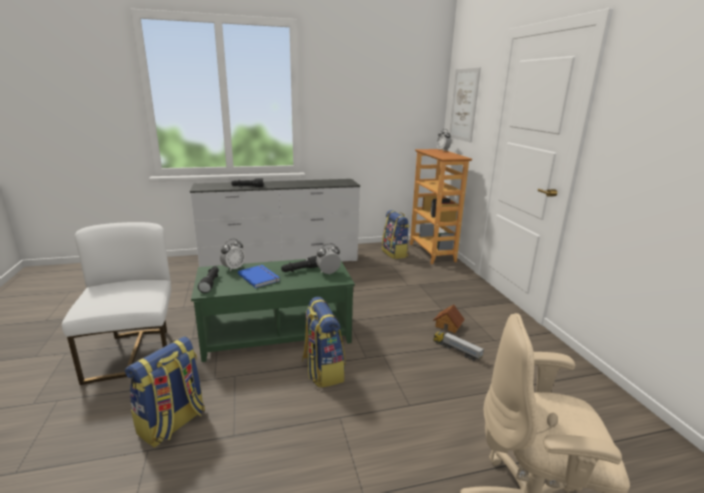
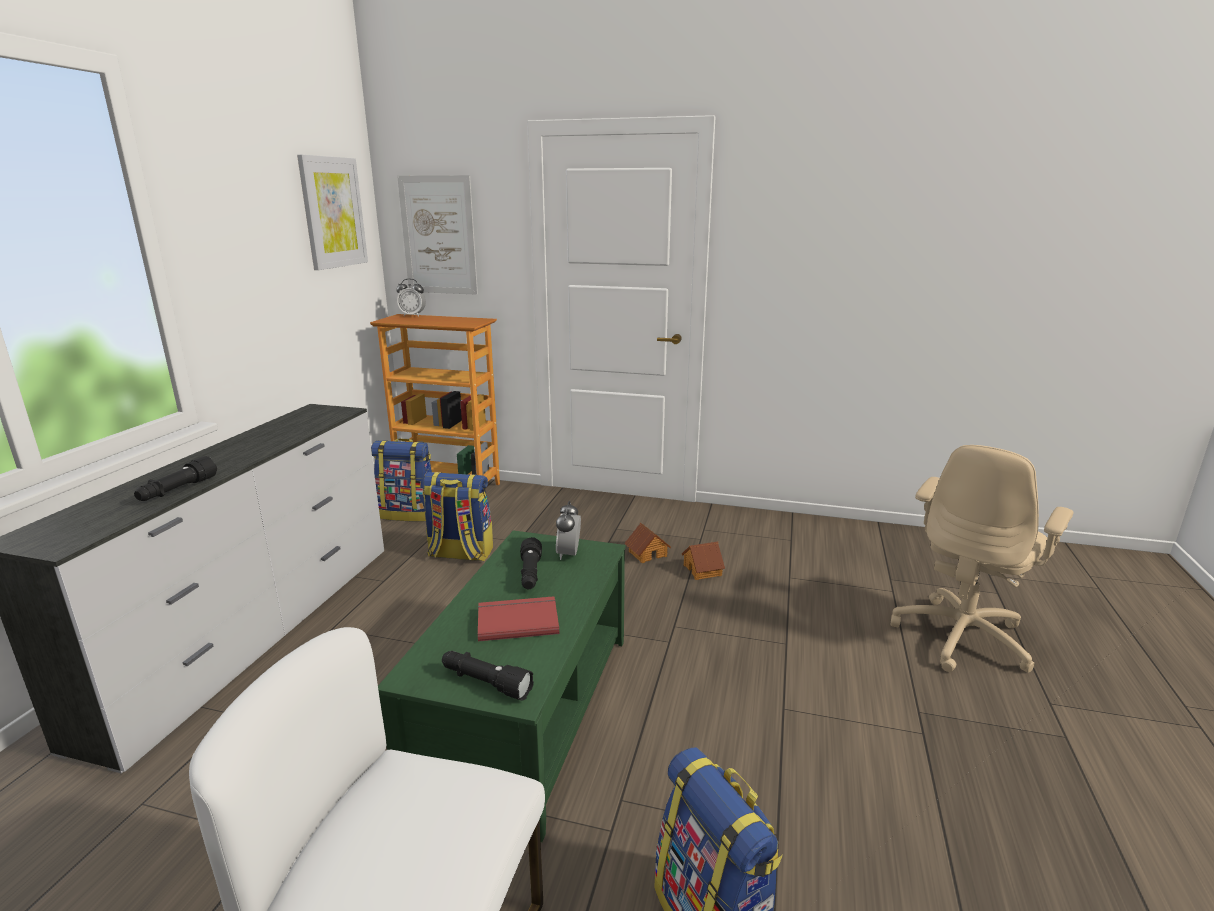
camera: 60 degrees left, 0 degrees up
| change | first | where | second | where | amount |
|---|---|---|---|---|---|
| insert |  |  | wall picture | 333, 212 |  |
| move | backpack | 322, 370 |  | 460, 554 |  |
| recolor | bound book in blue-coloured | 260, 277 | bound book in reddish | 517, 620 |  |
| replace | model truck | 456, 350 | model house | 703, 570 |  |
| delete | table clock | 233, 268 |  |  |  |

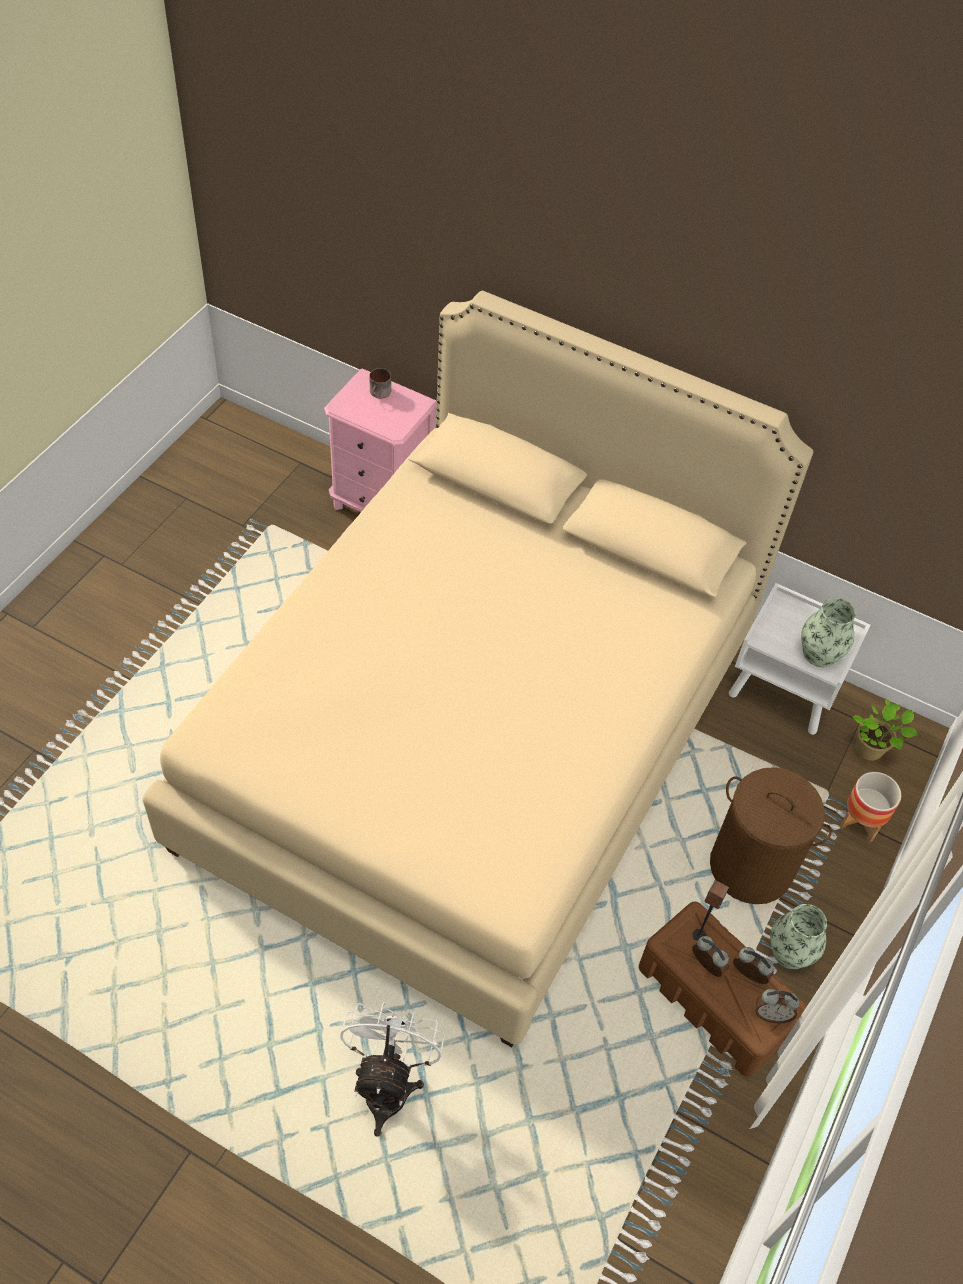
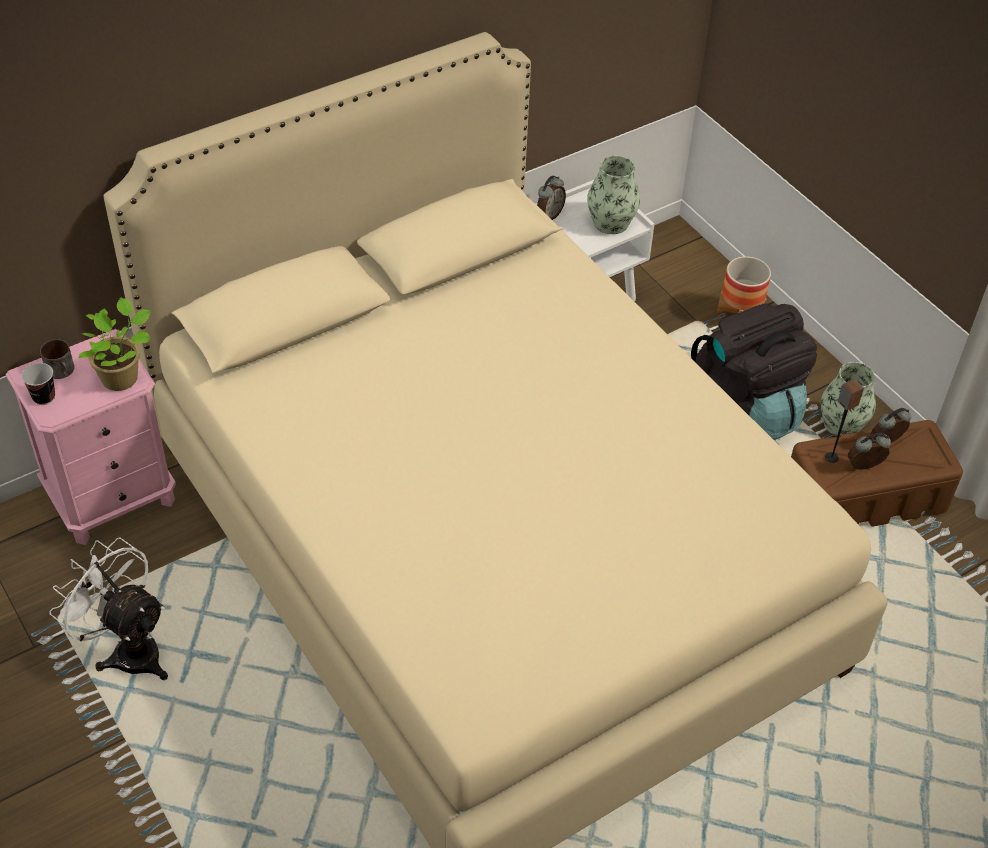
camera: 60 degrees left, 5 degrees down
| change | first | where | second | where | amount |
|---|---|---|---|---|---|
| insert |  |  | small cup | 44, 397 |  |
| move | fan in white | 388, 1084 |  | 128, 650 |  |
| move | houseplant | 871, 750 |  | 123, 378 |  |
| move | table clock | 771, 1014 |  | 549, 215 |  |
| replace | hamper in brown | 751, 867 | backpack in black-coloured | 746, 409 |  |

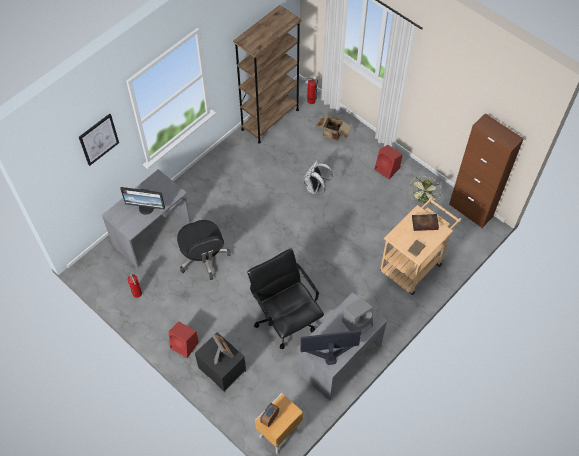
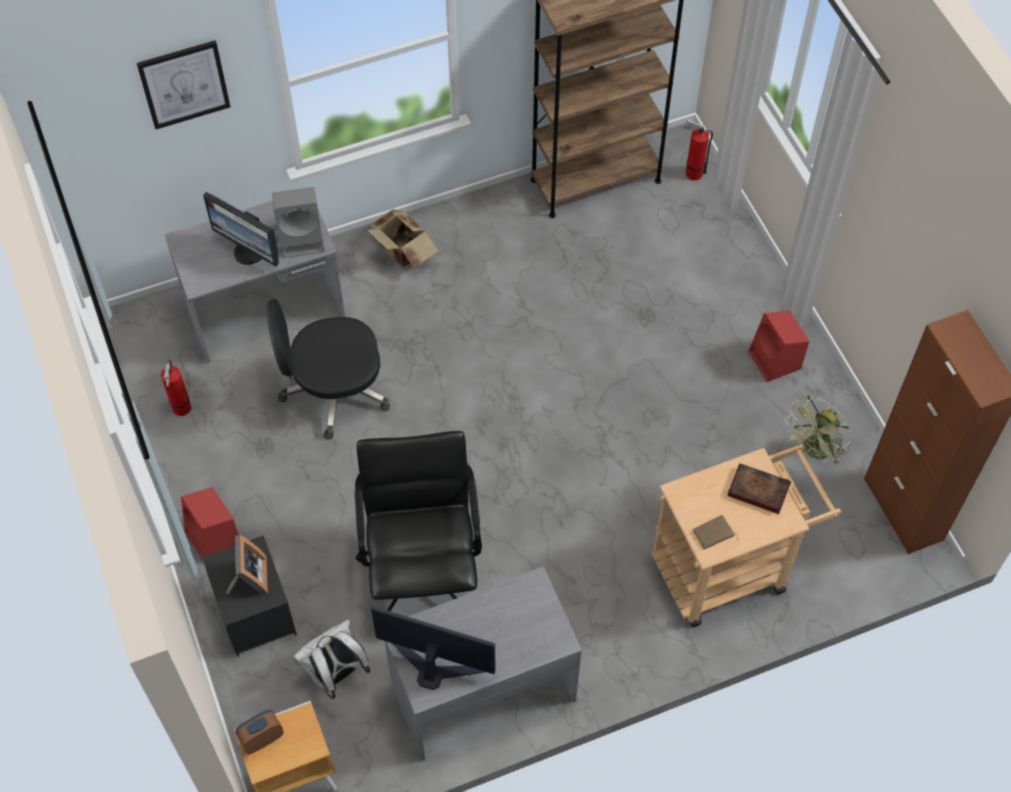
camera: 25 degrees right, 0 degrees up
| change | first | where | second | where | amount |
|---|---|---|---|---|---|
| rotate | office chair in black-coloured | 203, 257 |  | 333, 391 | 75 degrees clockwise |
| move | loudspeaker in gray | 357, 323 |  | 302, 238 |  |
| move | backpack in white | 315, 188 |  | 336, 674 |  |
| move | cardboard box | 332, 135 |  | 402, 253 |  |

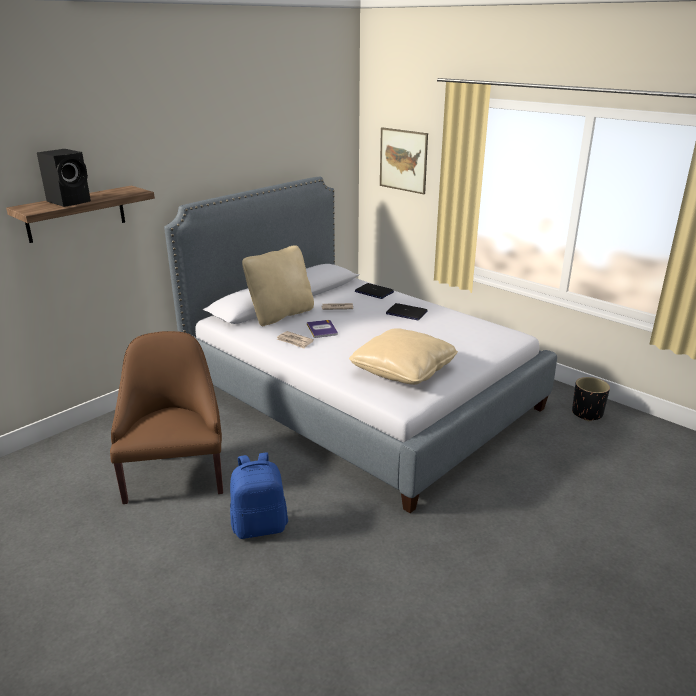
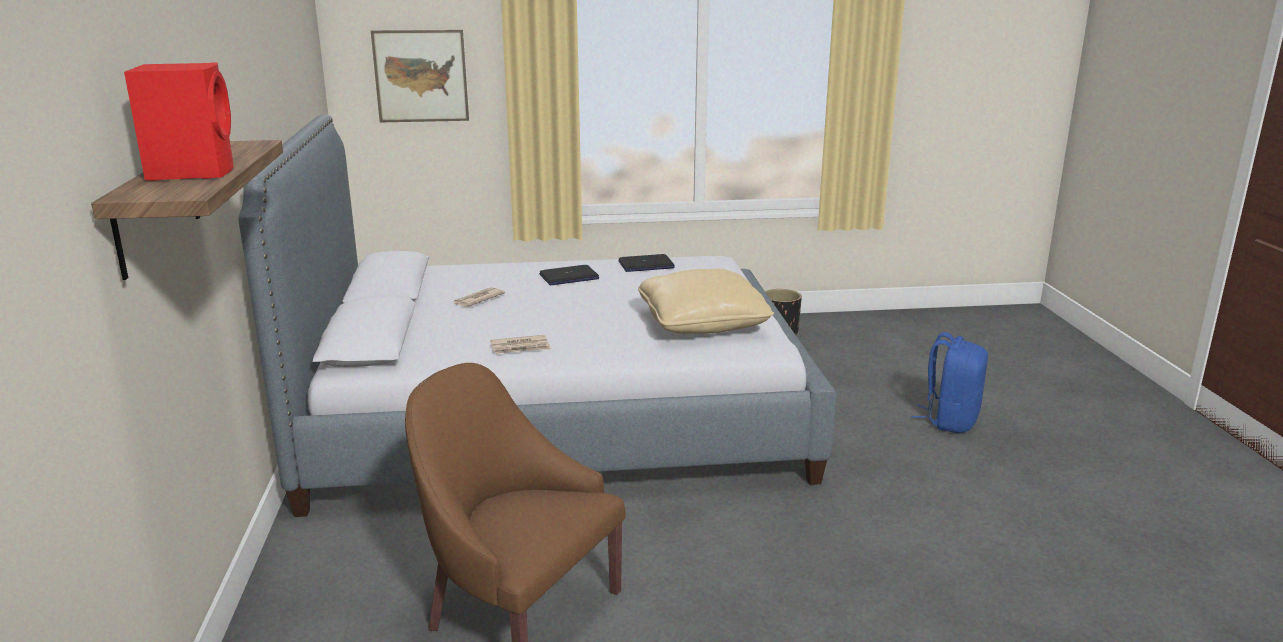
camera: 50 degrees left, 5 degrees down
| change | first | where | second | where | amount |
|---|---|---|---|---|---|
| recolor | loudspeaker in black-coloured | 70, 201 | loudspeaker in reddish | 193, 172 |  |
| move | laptop | 374, 292 |  | 646, 265 |  |
| move | backpack in blue-coloured | 260, 526 |  | 950, 420 |  |
| delete | pillow in sand-coloured | 281, 315 |  |  |  |
| delete | bound book | 322, 329 |  |  |  |

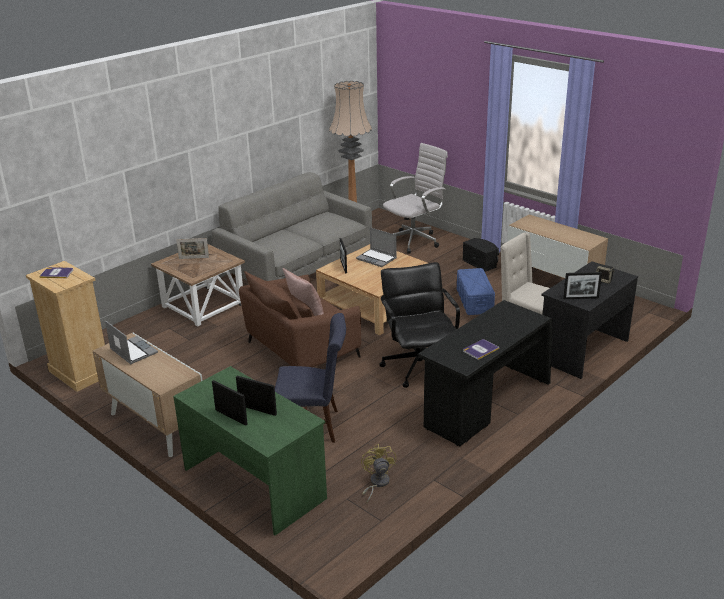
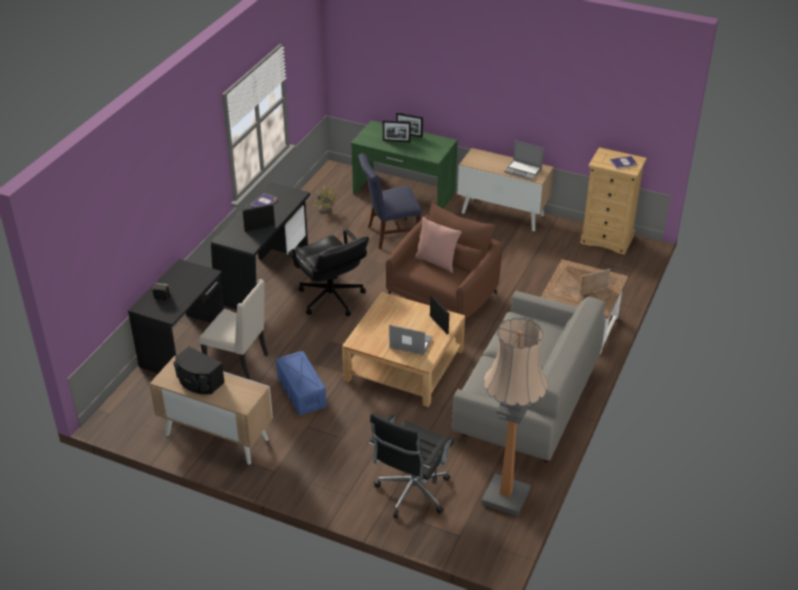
camera: 160 degrees right, 10 degrees up
| change | first | where | second | where | amount |
|---|---|---|---|---|---|
| move | loudspeaker in black-coloured | 481, 263 |  | 198, 382 |  |
| move | photo frame | 581, 298 |  | 259, 228 |  |
| recolor | office chair in white | 415, 241 | office chair in black-coloured | 411, 494 |  |

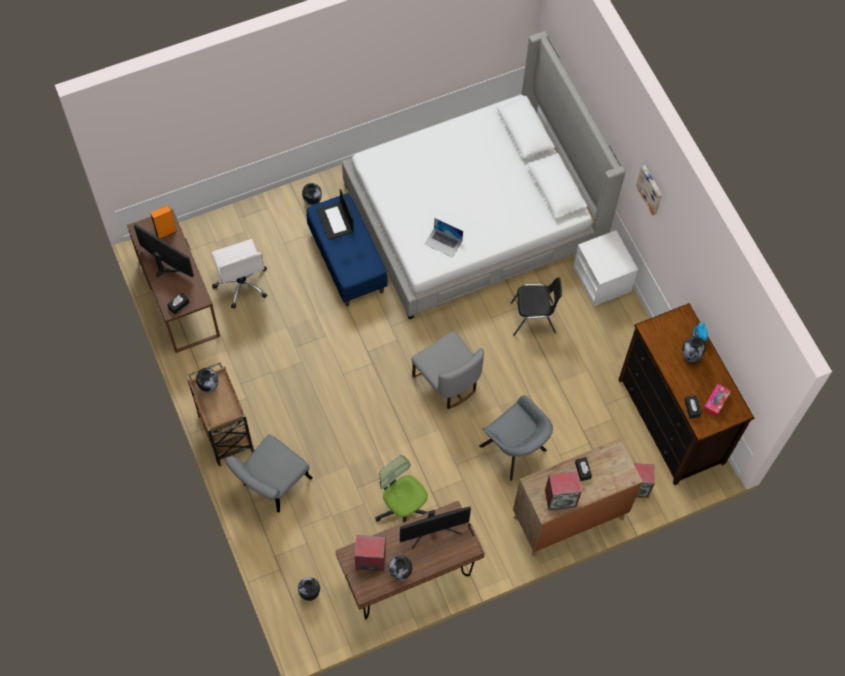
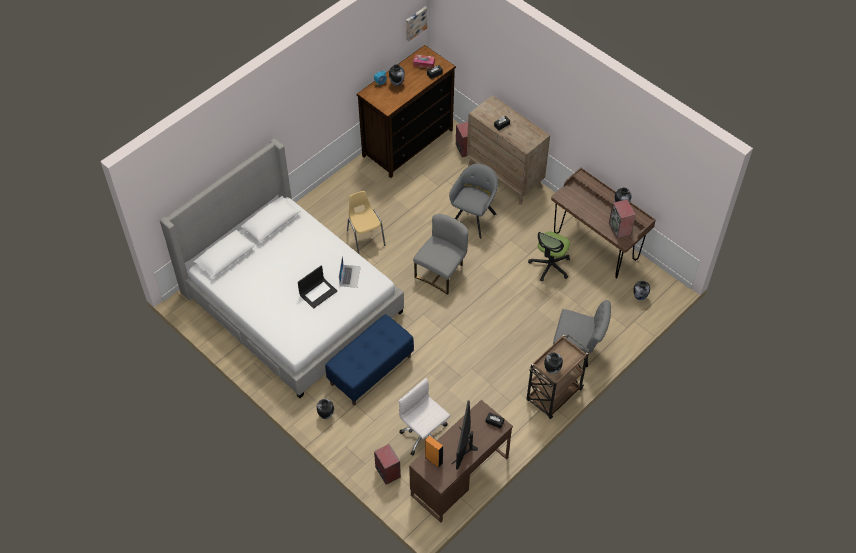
camera: 110 degrees left, 10 degrees down
| change | first | where | second | where | amount |
|---|---|---|---|---|---|
| move | laptop | 335, 221 |  | 318, 292 |  |
| recolor | chair in black-coloured | 533, 318 | chair in yellow | 365, 238 |  |
| move | loudspeaker | 561, 498 |  | 387, 472 |  |
| rotate | office chair in white | 242, 283 |  | 424, 436 | 90 degrees counterclockwise |
| move | wall picture | 651, 189 |  | 415, 23 |  |
| delete | computer screen | 433, 530 |  |  |  |
| delete | night table in white | 602, 279 |  |  |  |

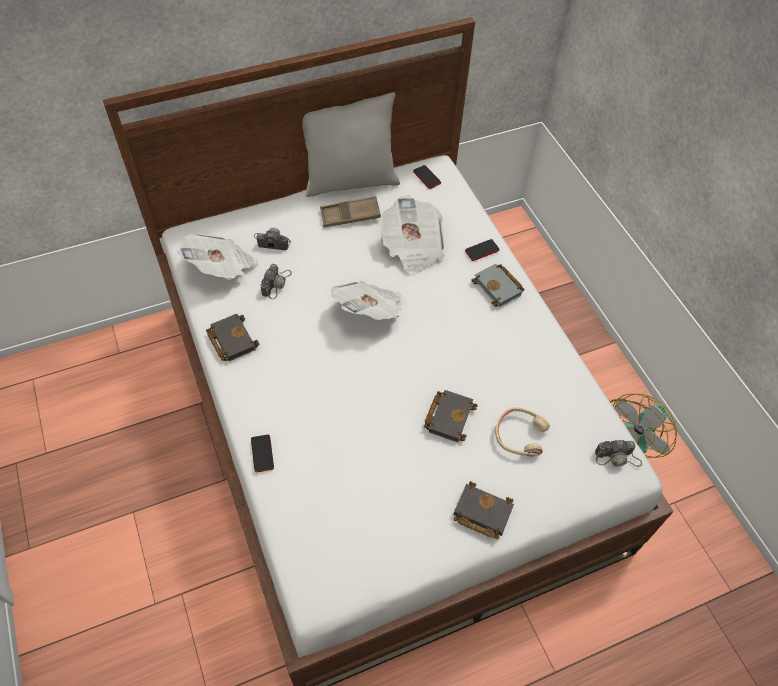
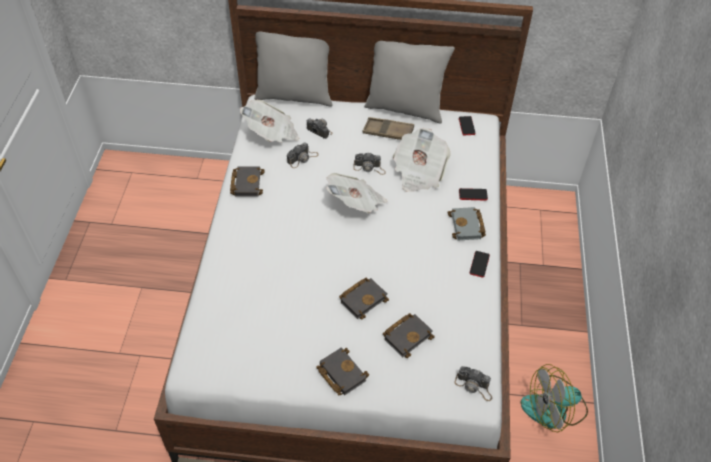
camera: 30 degrees right, 5 degrees down
| change | first | where | second | where | amount |
|---|---|---|---|---|---|
| insert |  |  | pillow in gray | 294, 95 |  |
| insert |  |  | still camera | 369, 168 |  |
| replace | headphones in sand-coloured | 519, 435 | bound book in black-coloured | 407, 335 |  |
| move | telephone | 262, 453 |  | 479, 264 |  |

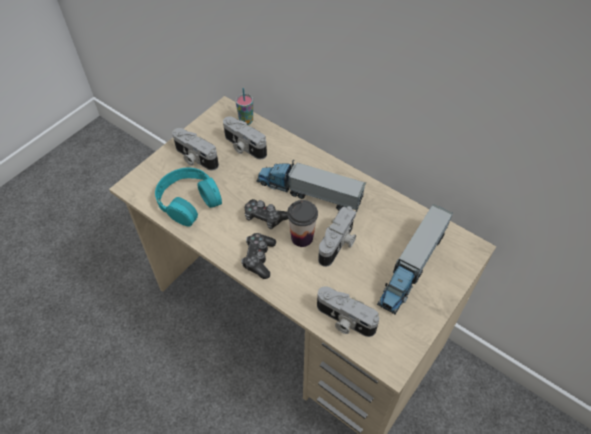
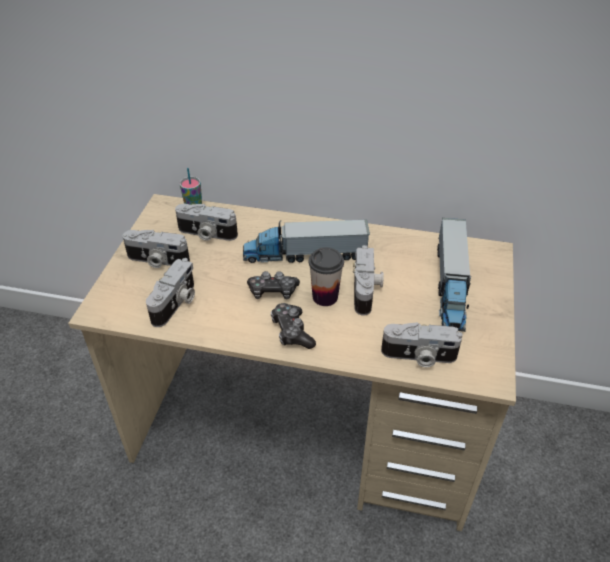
camera: 25 degrees left, 10 degrees down
| change | first | where | second | where | amount |
|---|---|---|---|---|---|
| replace | headphones in turquoise-coloured | 189, 201 | still camera | 176, 303 |  |

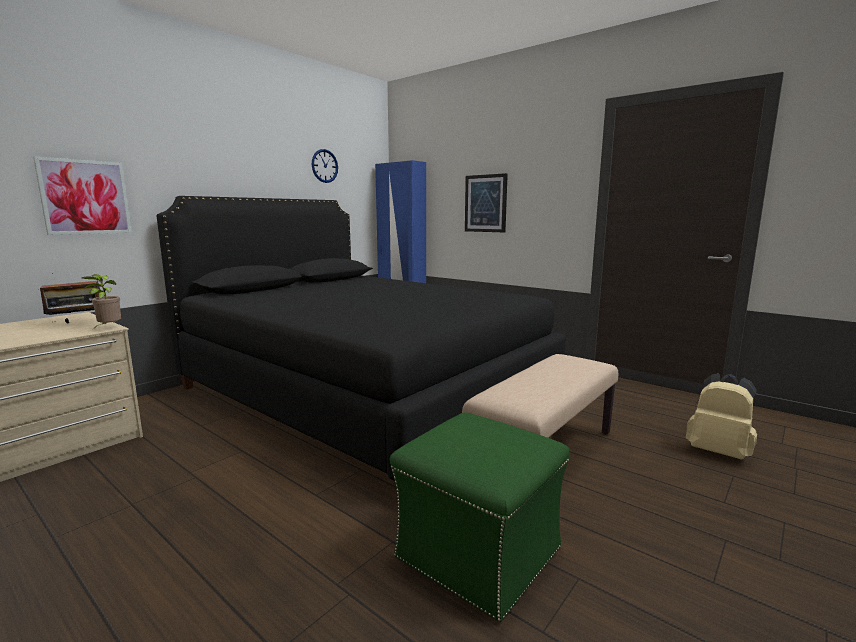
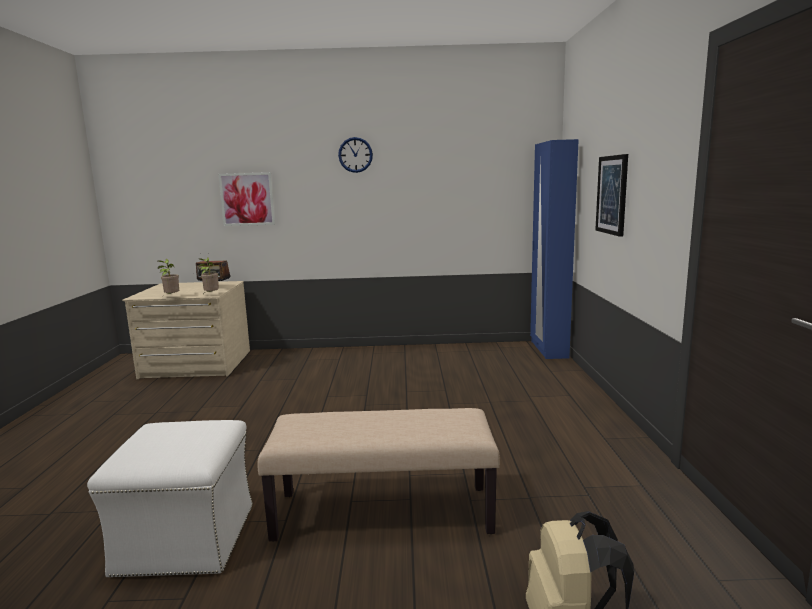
camera: 50 degrees right, 0 degrees up
| change | first | where | second | where | amount |
|---|---|---|---|---|---|
| recolor | pouffe in greenish | 477, 552 | pouffe in white | 187, 538 |  |
| insert |  |  | houseplant | 171, 297 |  |
| move | hanging clock | 324, 166 |  | 355, 155 |  |
| delete | sleeping bed in black-coloured | 364, 392 |  |  |  |

